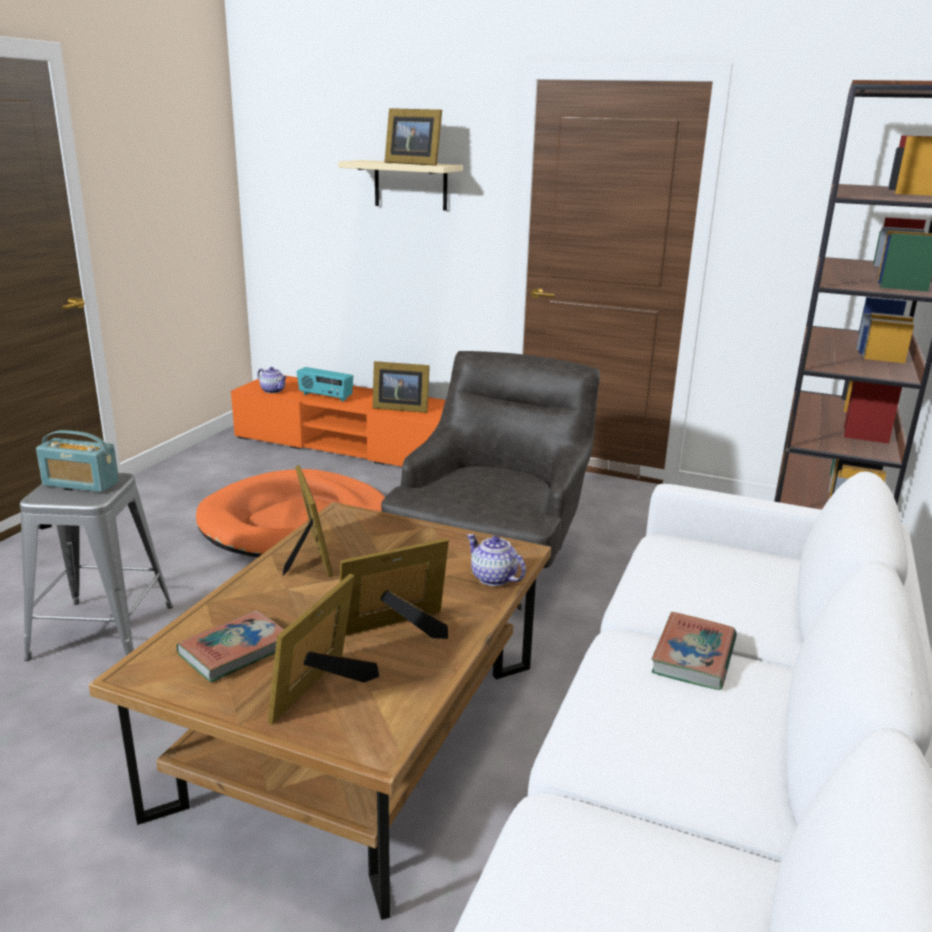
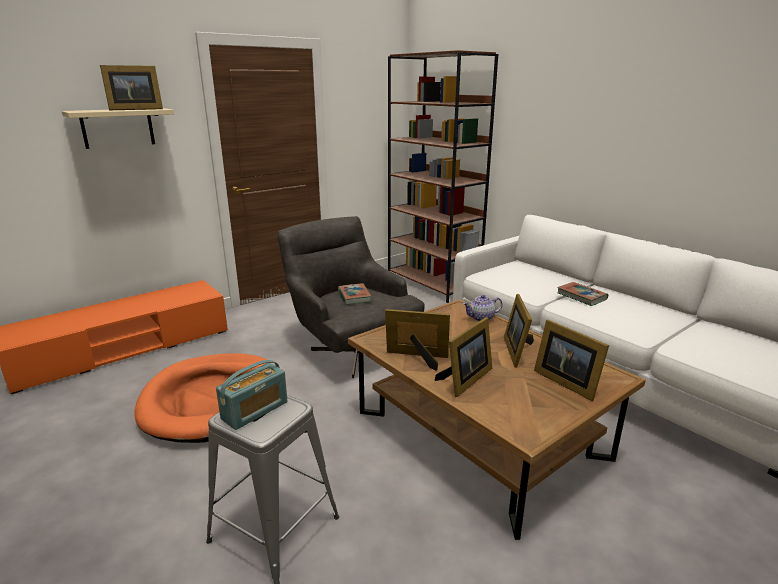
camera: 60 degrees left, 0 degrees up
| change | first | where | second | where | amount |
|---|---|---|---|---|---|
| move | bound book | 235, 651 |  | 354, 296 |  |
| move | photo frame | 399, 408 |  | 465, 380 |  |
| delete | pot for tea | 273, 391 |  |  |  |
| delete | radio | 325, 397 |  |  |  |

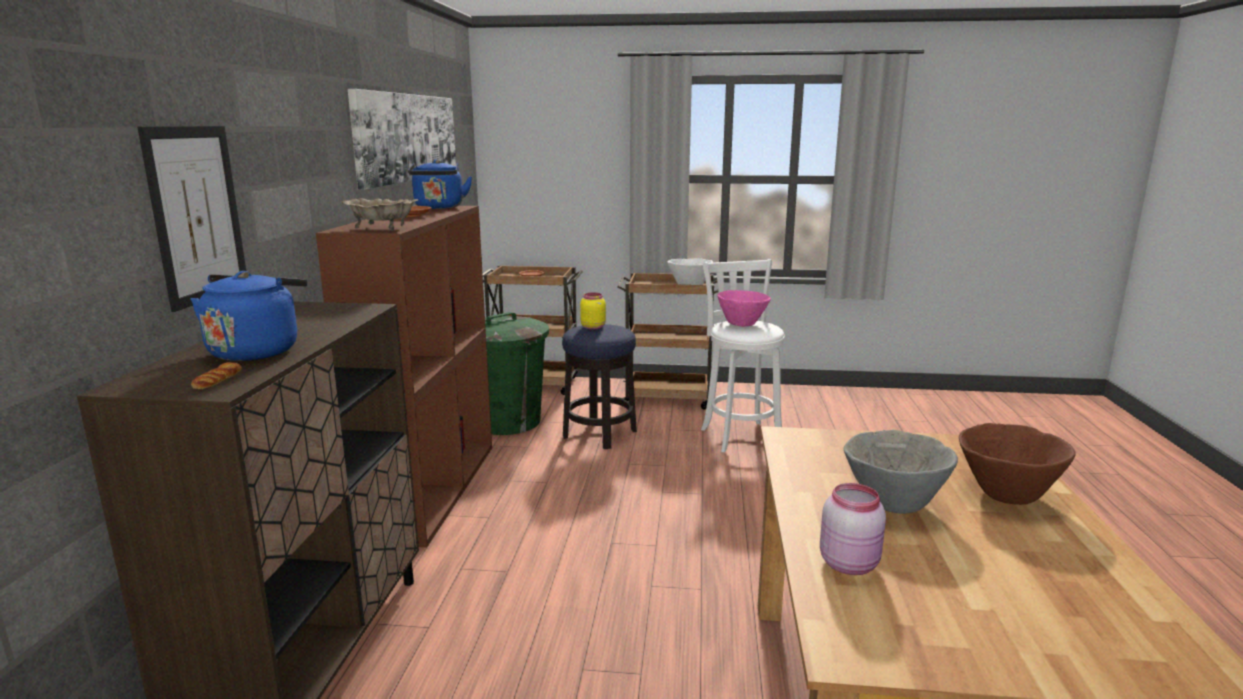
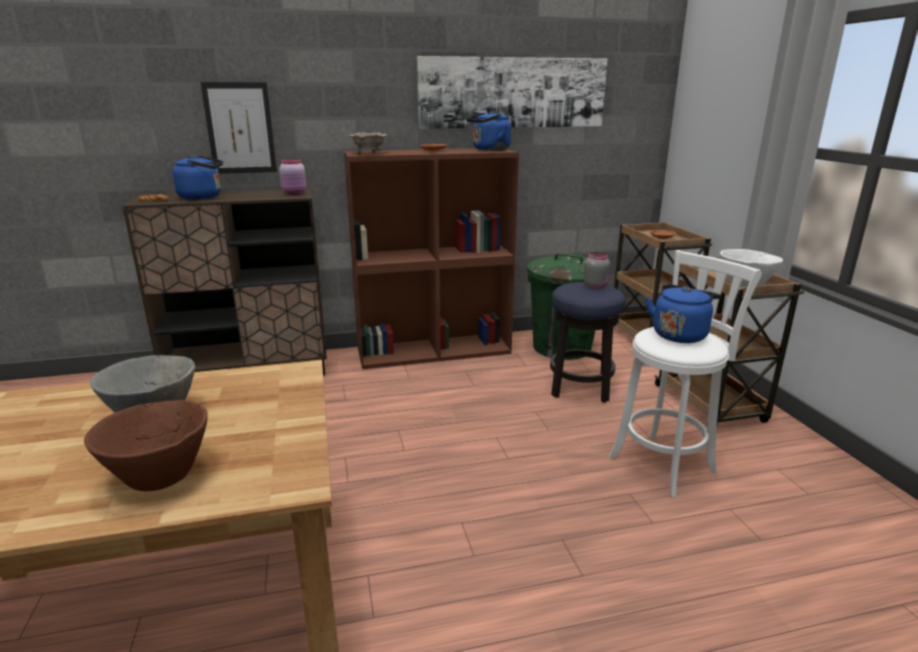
camera: 70 degrees right, 5 degrees up
| change | first | where | second | where | amount |
|---|---|---|---|---|---|
| move | preserve jar in pink-coloured | 849, 563 |  | 295, 193 |  |
| recolor | preserve jar in yellow | 593, 327 | preserve jar in gray | 596, 286 |  |
| replace | bowl in pink-coloured | 742, 324 | tea kettle in blue-coloured | 680, 334 |  |

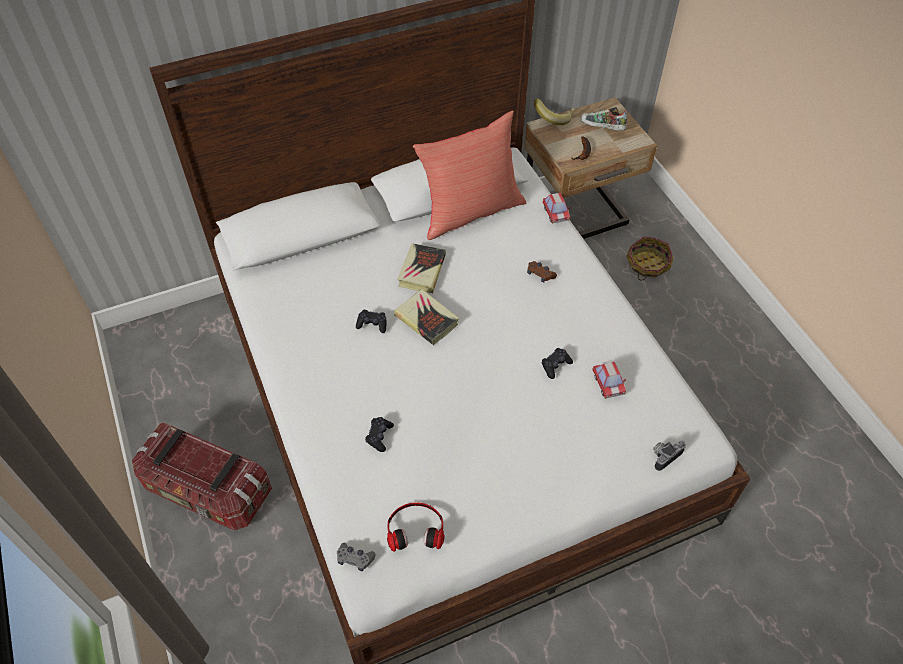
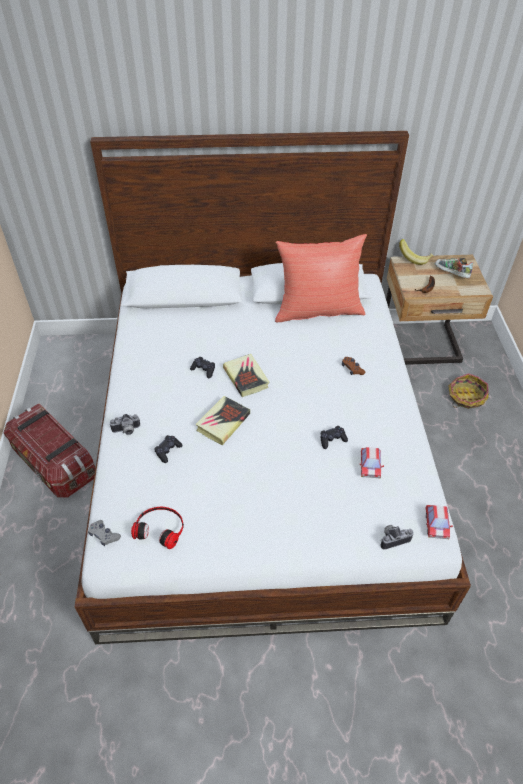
camera: 20 degrees right, 5 degrees down
| change | first | where | second | where | amount |
|---|---|---|---|---|---|
| insert |  |  | still camera | 126, 431 |  |
| move | bound book | 422, 271 |  | 223, 422 |  |
| move | toy car | 555, 213 |  | 436, 525 |  |

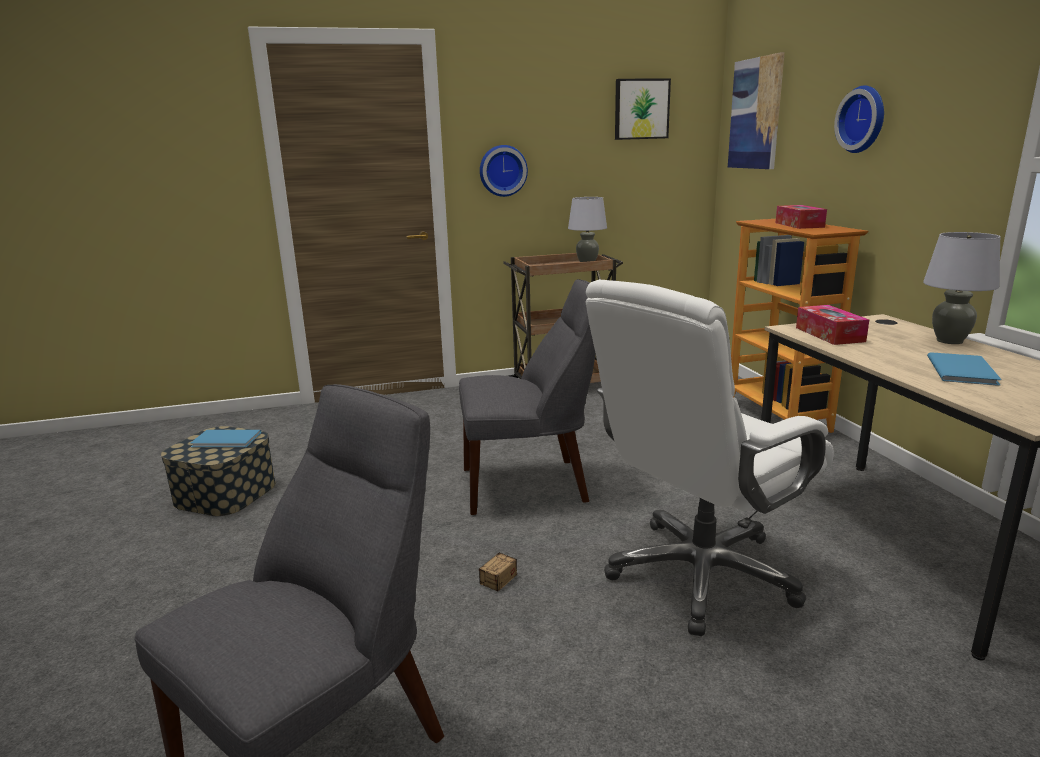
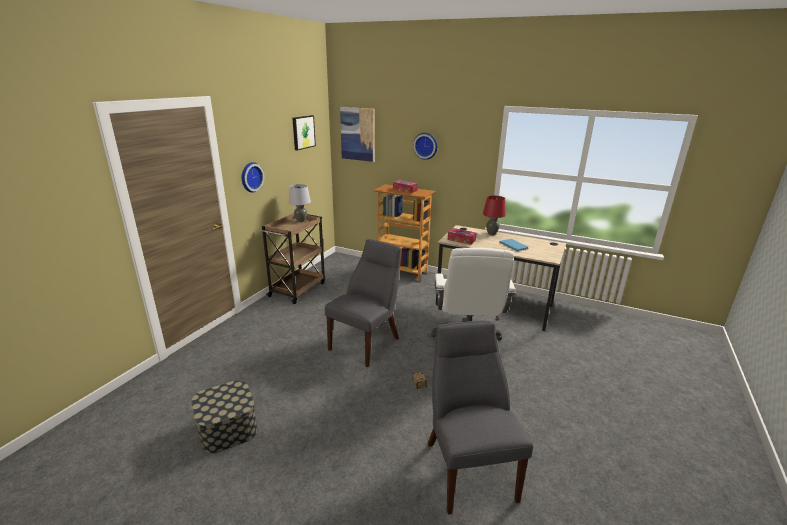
camera: 50 degrees left, 5 degrees up
| change | first | where | second | where | amount |
|---|---|---|---|---|---|
| recolor | lamp for a table in gray | 949, 341 | lamp for a table in reddish | 491, 233 |  |
| delete | bound book in blue-coloured | 227, 440 |  |  |  |

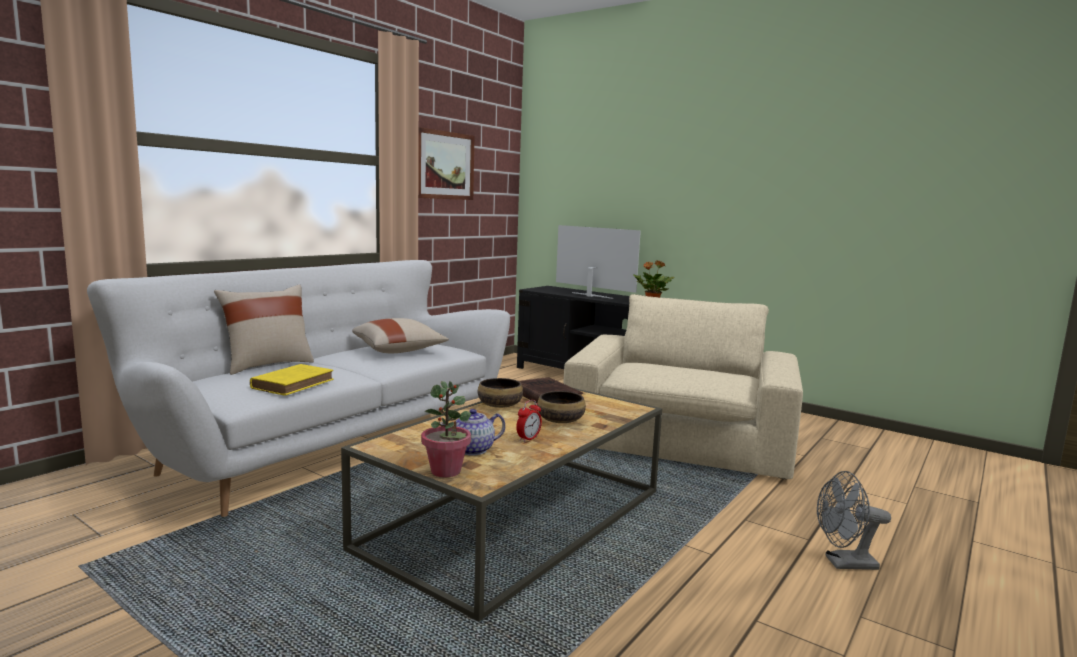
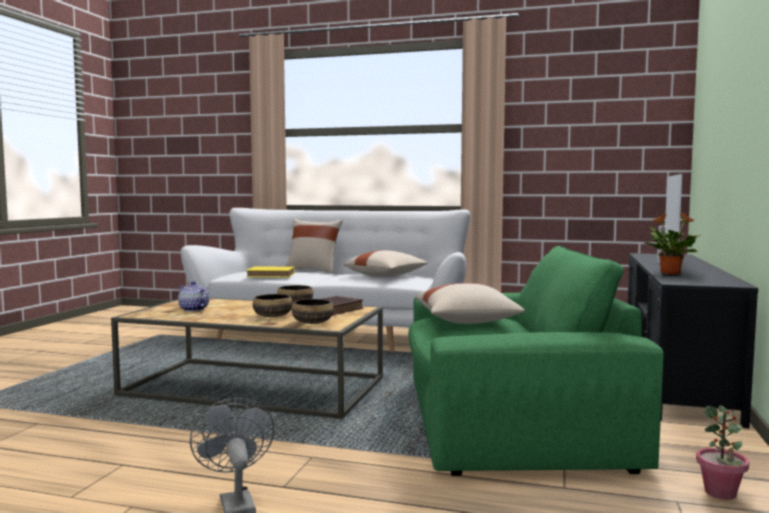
camera: 70 degrees right, 5 degrees down
| change | first | where | second | where | amount |
|---|---|---|---|---|---|
| insert |  |  | bowl | 312, 322 |  |
| recolor | easy chair in sand-coloured | 680, 440 | easy chair in greenish | 508, 420 |  |
| insert |  |  | pillow in sand-coloured | 467, 322 |  |
| move | houseplant | 446, 471 |  | 720, 493 |  |
| delete | wall picture | 443, 165 |  |  |  |
| delete | table clock | 528, 439 |  |  |  |

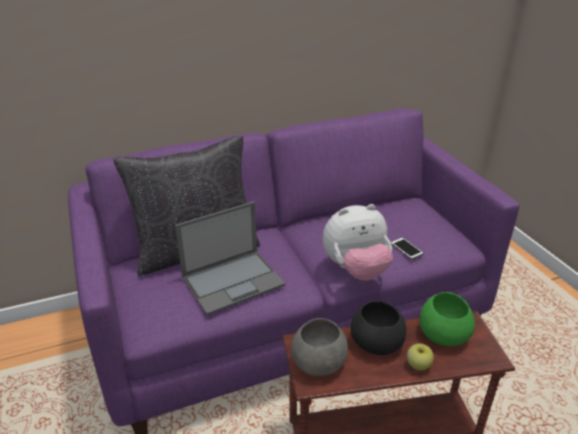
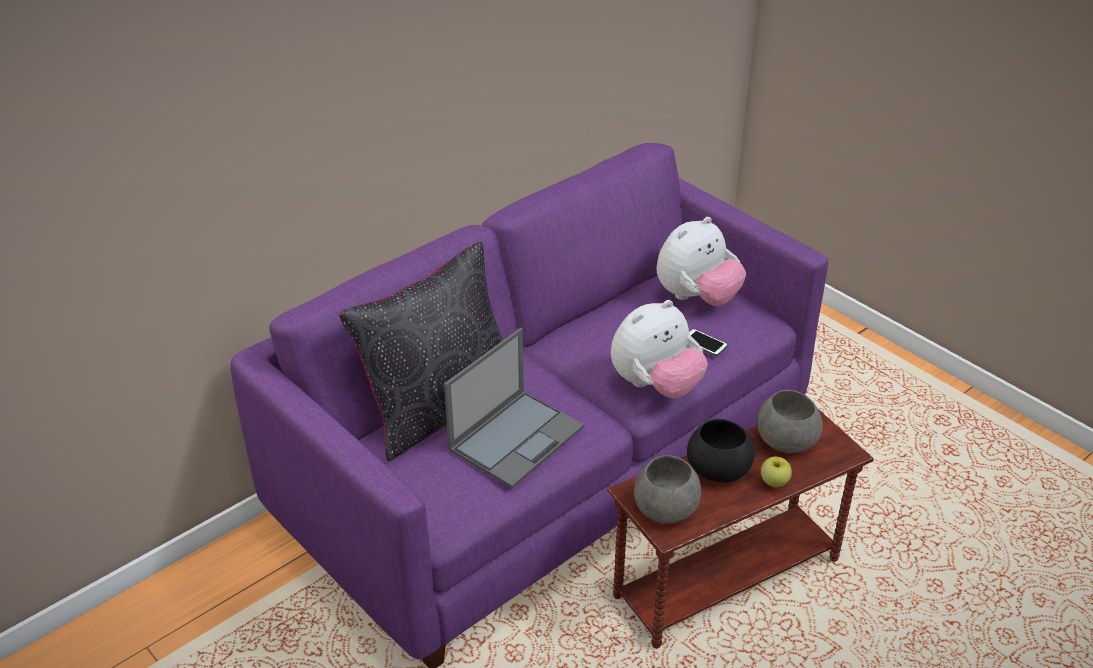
camera: 20 degrees left, 5 degrees up
| change | first | where | second | where | amount |
|---|---|---|---|---|---|
| insert |  |  | plush toy | 697, 298 |  |
| recolor | bowl in greenish | 443, 333 | bowl in gray | 785, 439 |  |

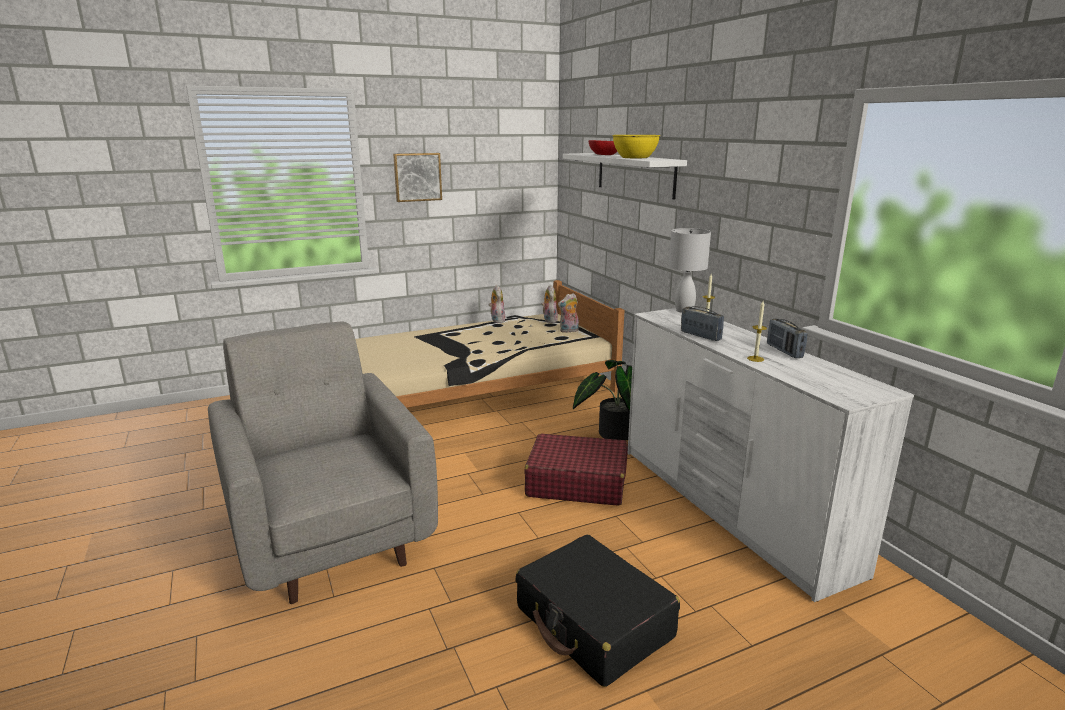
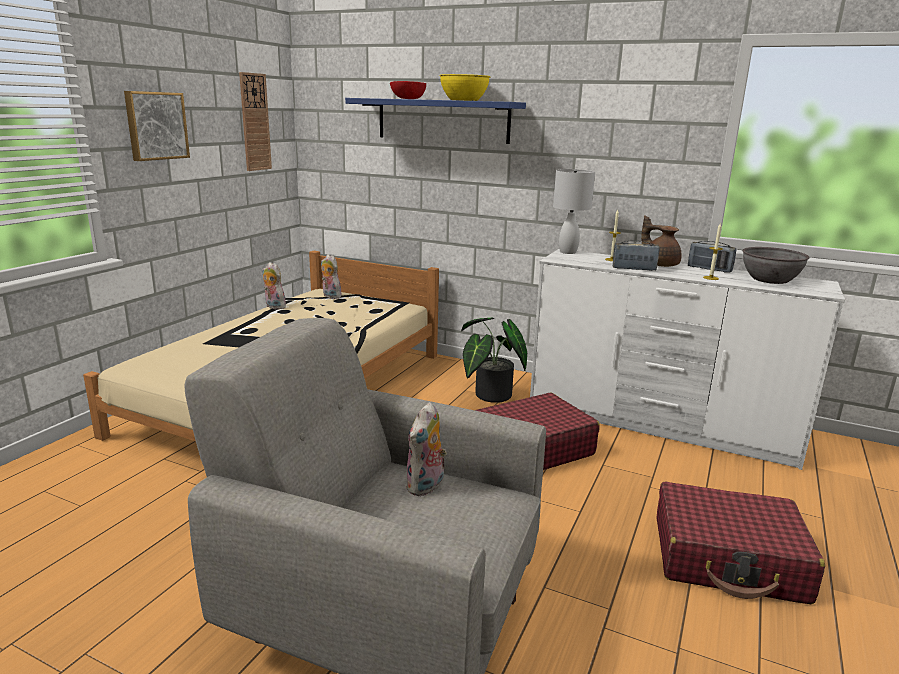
camera: 40 degrees left, 0 degrees up
| change | first | where | second | where | amount |
|---|---|---|---|---|---|
| insert |  |  | hanging clock | 255, 122 |  |
| recolor | wall shelf in white | 635, 174 | wall shelf in blue-coloured | 442, 120 |  |
| move | plush toy | 569, 331 |  | 426, 486 |  |
| insert |  |  | pot for tea in brown | 660, 264 |  |
| recolor | piece of luggage in black-coloured | 594, 623 | piece of luggage in reddish | 728, 559 |  |
| insert |  |  | bowl in gray | 770, 279 |  |

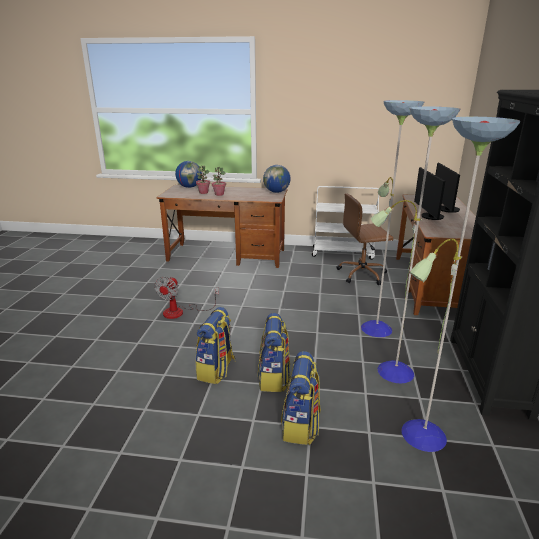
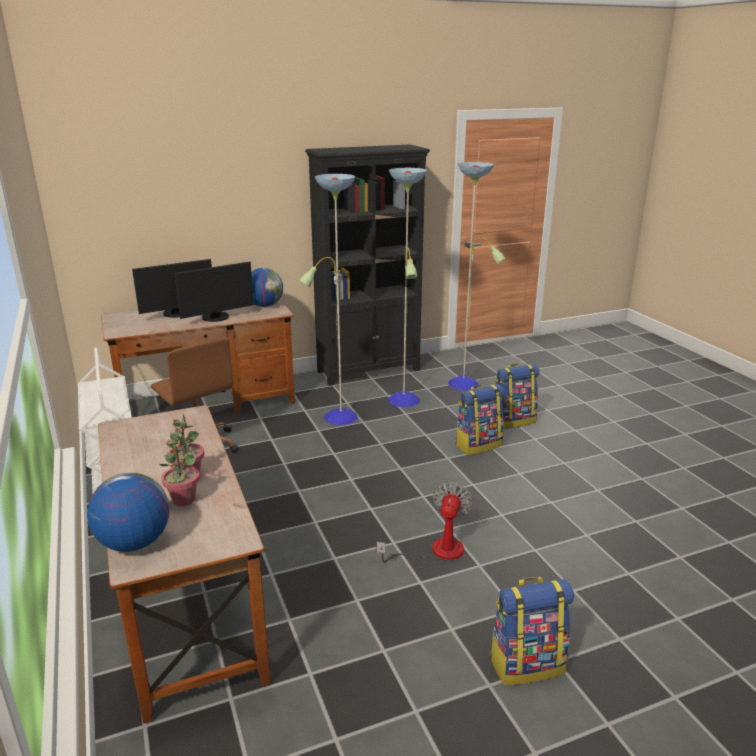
camera: 120 degrees left, 0 degrees up
| change | first | where | second | where | amount |
|---|---|---|---|---|---|
| move | world globe | 276, 192 |  | 265, 305 |  |
| rotate | fan | 181, 312 |  | 436, 552 | 60 degrees counterclockwise |
| move | backpack | 216, 370 |  | 527, 664 |  |

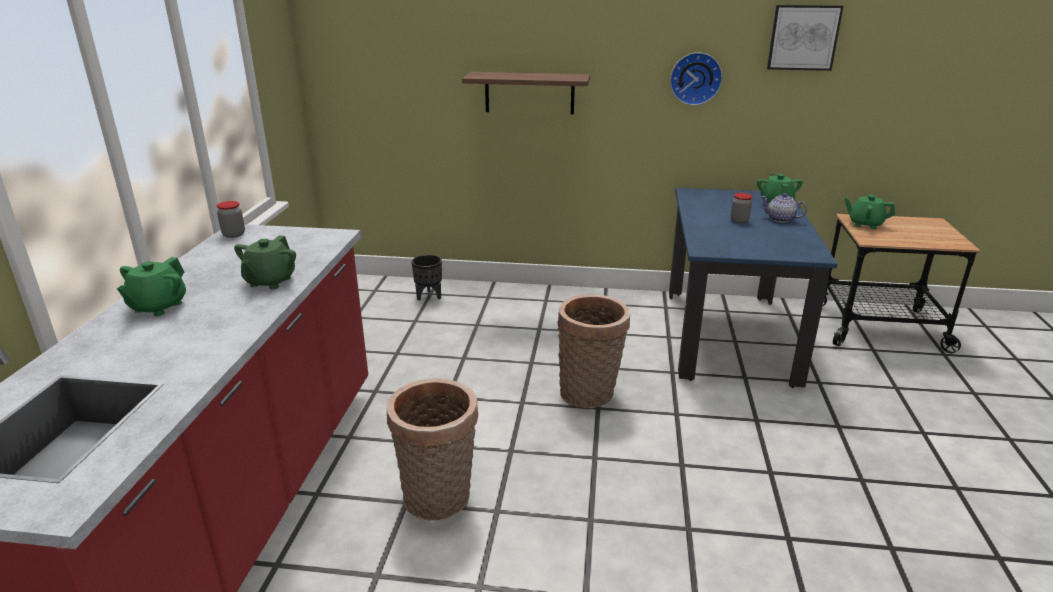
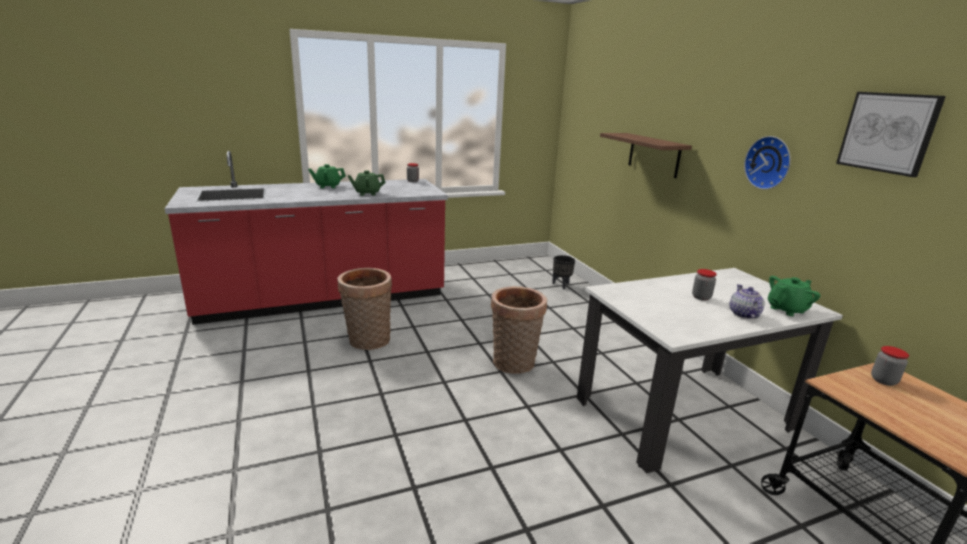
camera: 60 degrees right, 5 degrees down
| change | first | where | second | where | amount |
|---|---|---|---|---|---|
| recolor | dining table in blue-coloured | 728, 335 | dining table in white | 683, 414 |  |
| replace | pot for tea in greenish | 865, 224 | preserve jar | 883, 380 |  |

